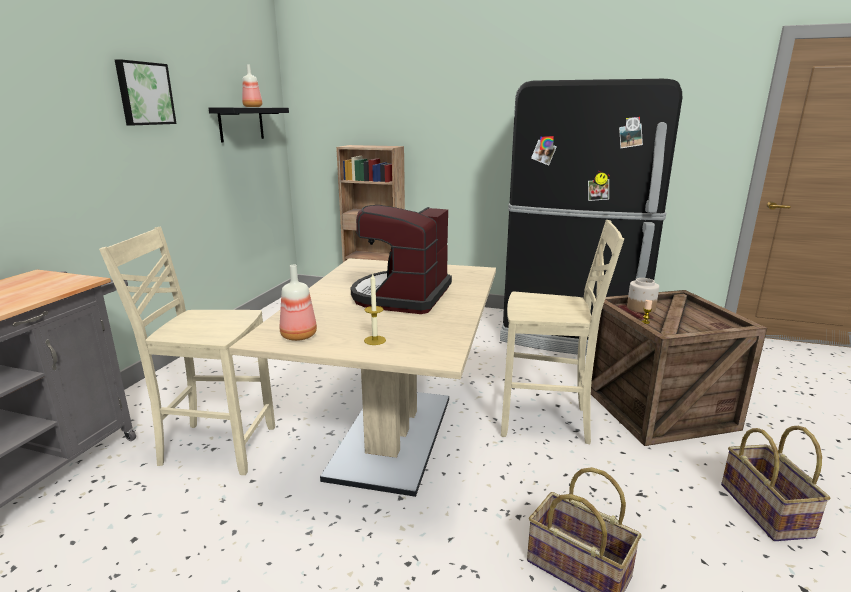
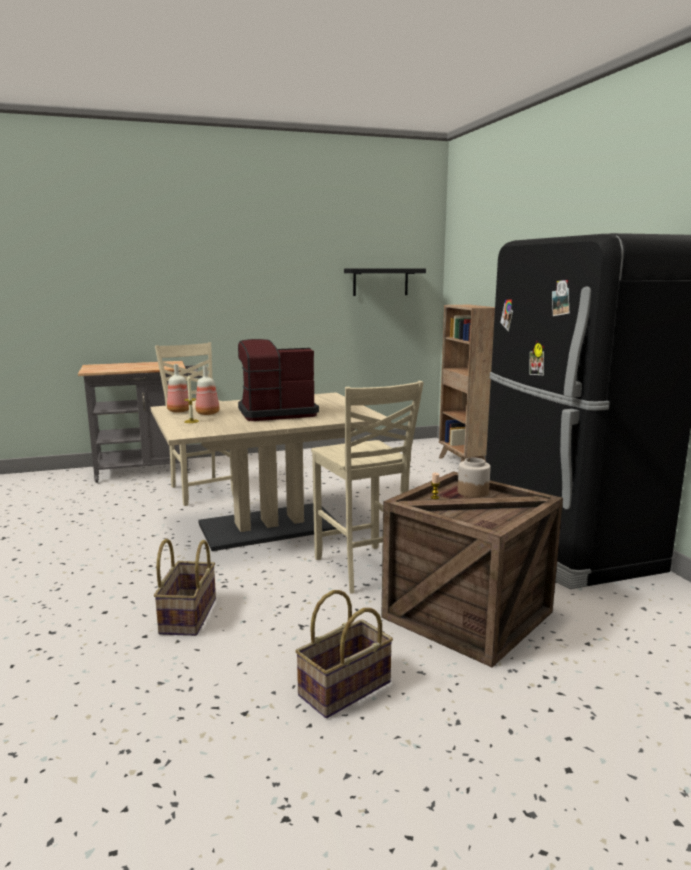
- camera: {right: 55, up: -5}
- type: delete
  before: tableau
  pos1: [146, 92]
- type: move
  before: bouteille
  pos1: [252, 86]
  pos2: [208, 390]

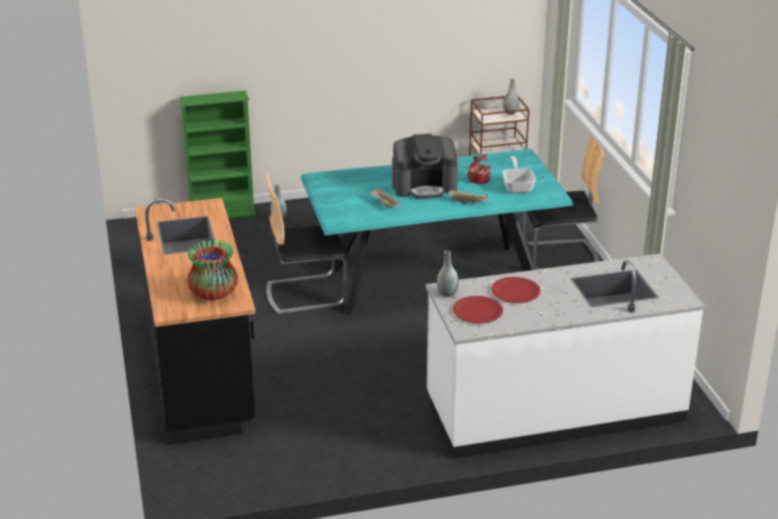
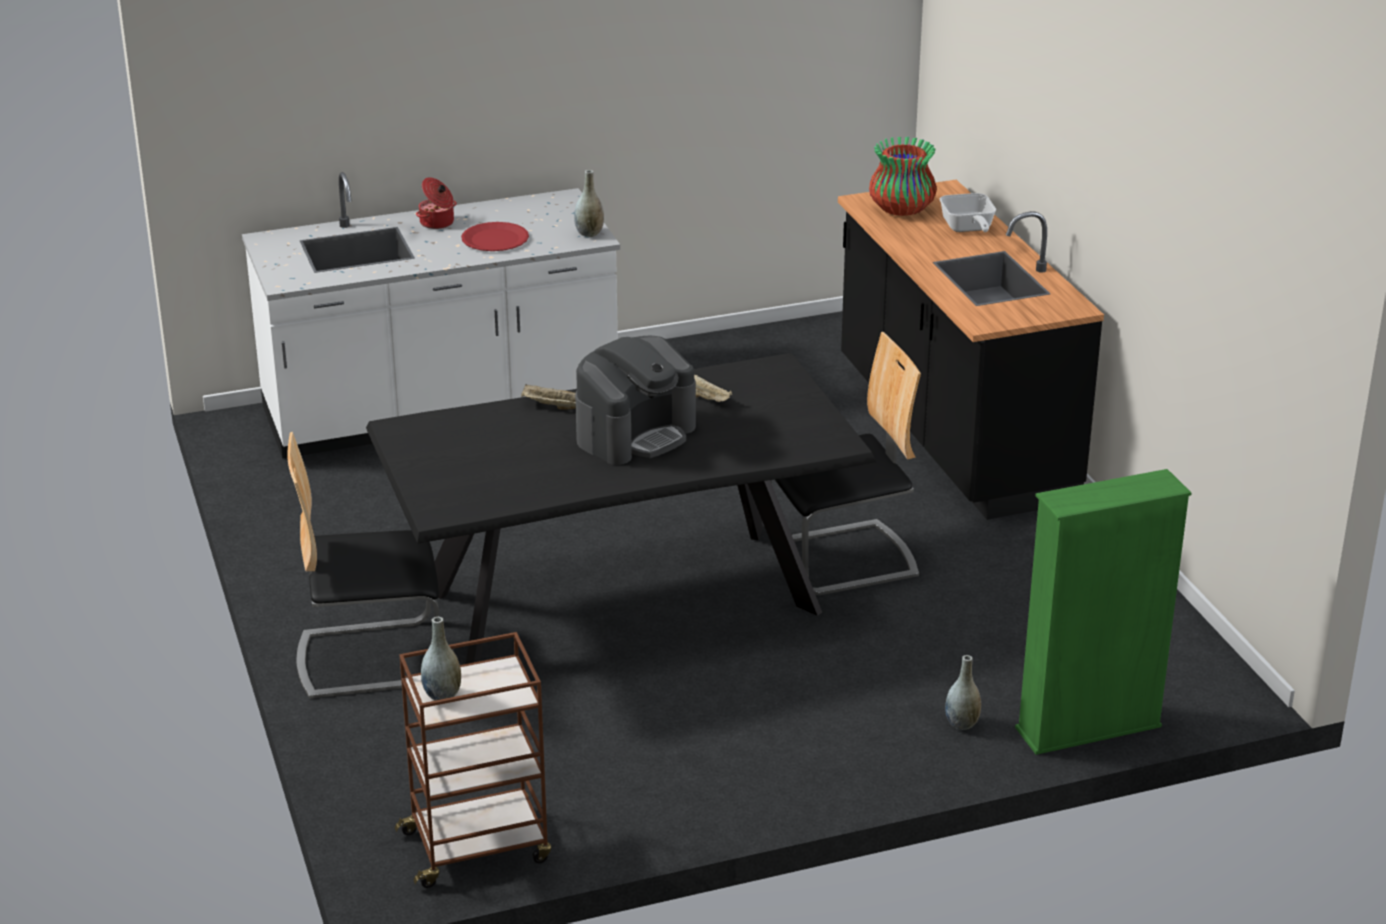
- camera: {right: 175, up: 0}
- type: delete
  before: assiette/rouge
  pos1: [478, 310]
- type: move
  before: marmite
  pos1: [479, 169]
  pos2: [436, 203]
- type: move
  before: poêle
  pos1: [519, 174]
  pos2: [968, 212]
- type: recolor
  before: table à manger/turquoise
  after: table à manger/noir
  pos1: [437, 232]
  pos2: [621, 508]
- type: rotate
  before: machine à café
  pos1: [425, 166]
  pos2: [635, 400]
  turn: 150

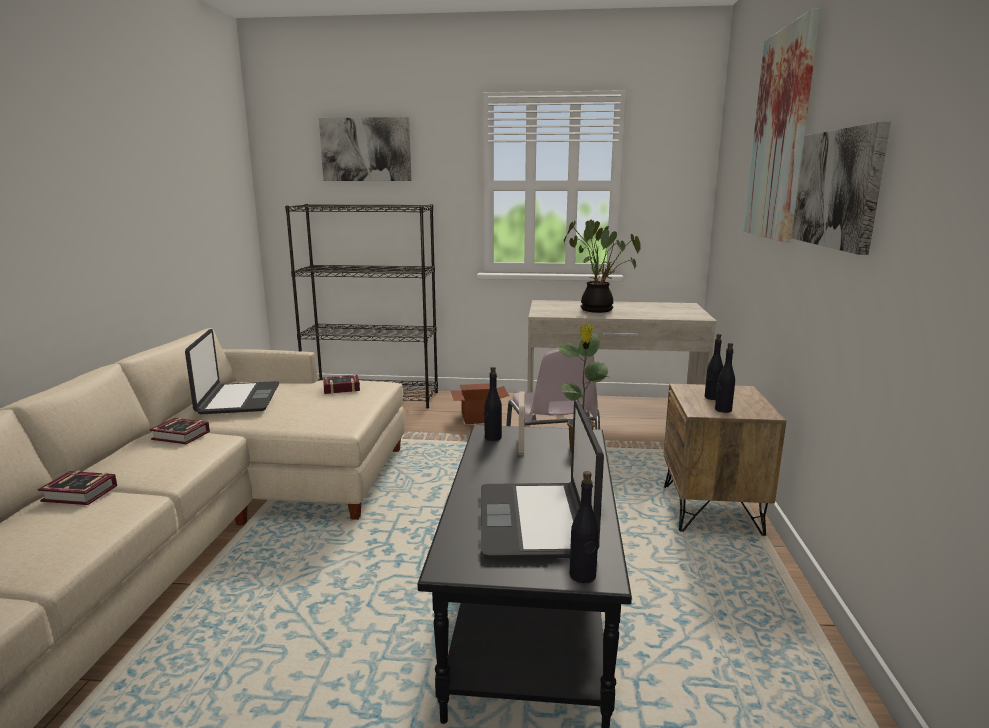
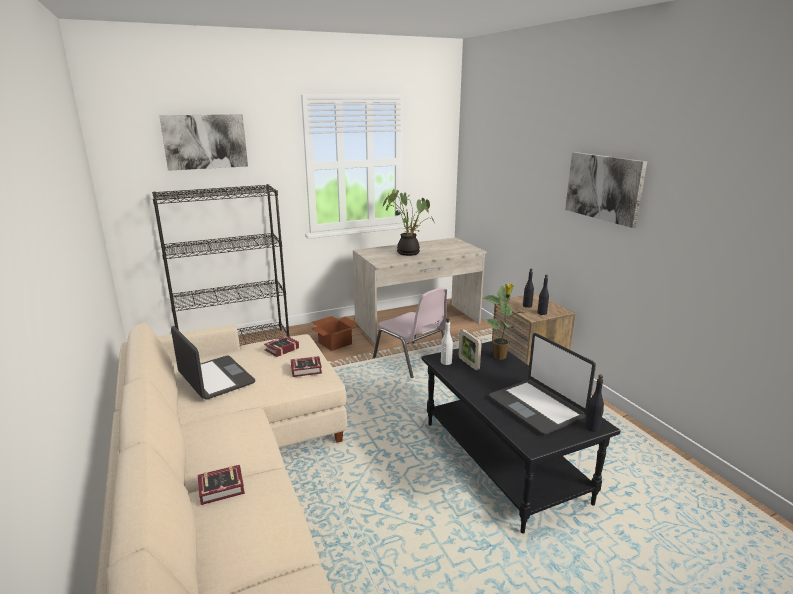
- camera: {right: -30, up: 5}
- type: delete
  before: tableau
  pos1: [782, 125]
- type: move
  before: livre
  pos1: [179, 431]
  pos2: [306, 366]
- type: recolor
  before: bouteille/noir
  after: bouteille/blanc
  pos1: [493, 404]
  pos2: [447, 341]

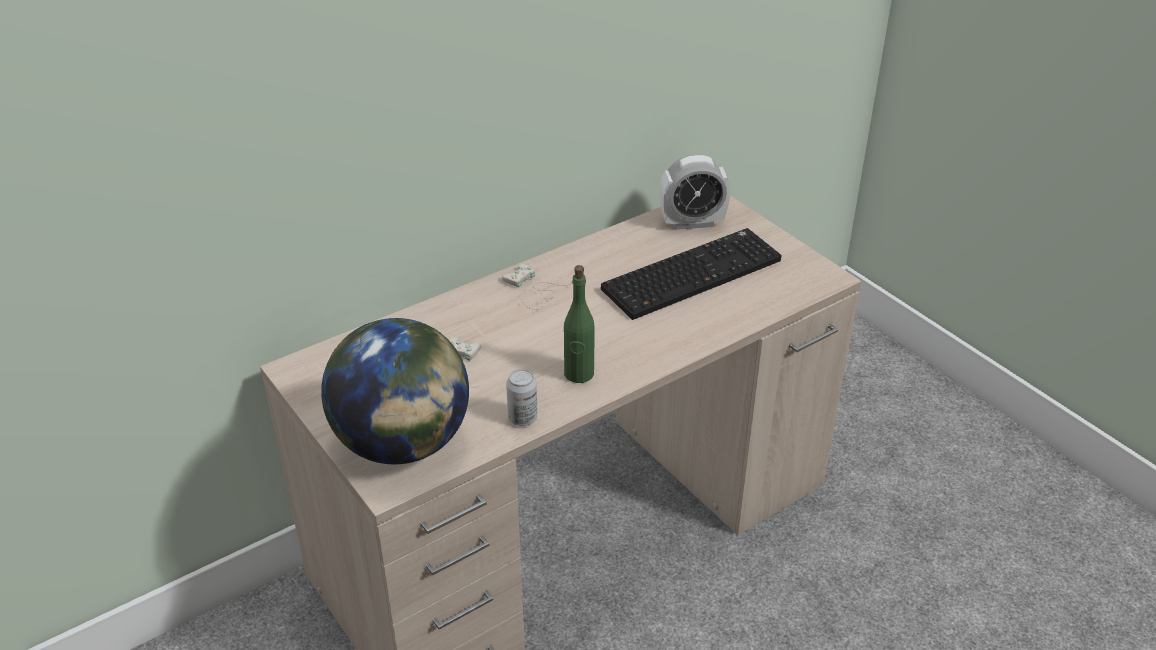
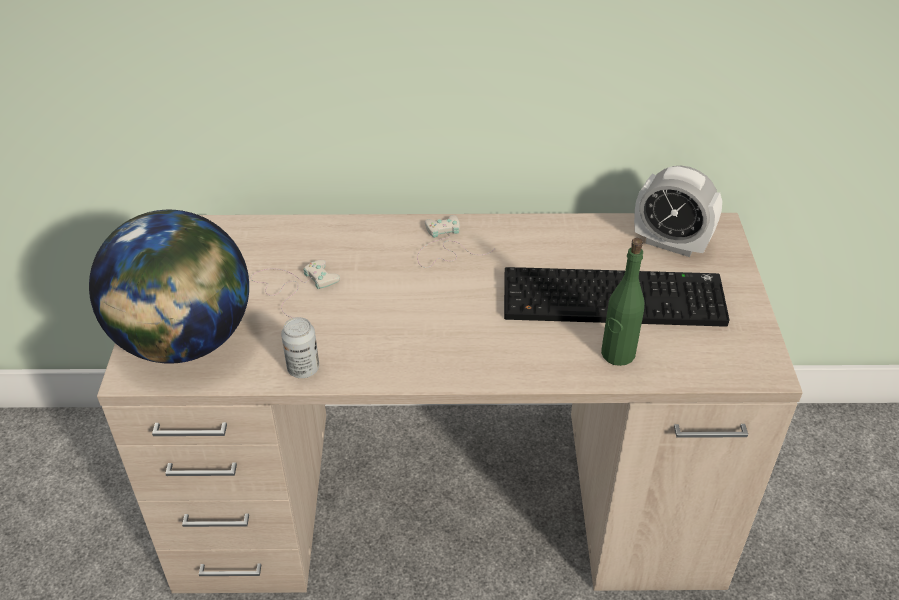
- camera: {right: 35, up: 5}
- type: move
  before: bouteille/vert
  pos1: [579, 324]
  pos2: [622, 302]

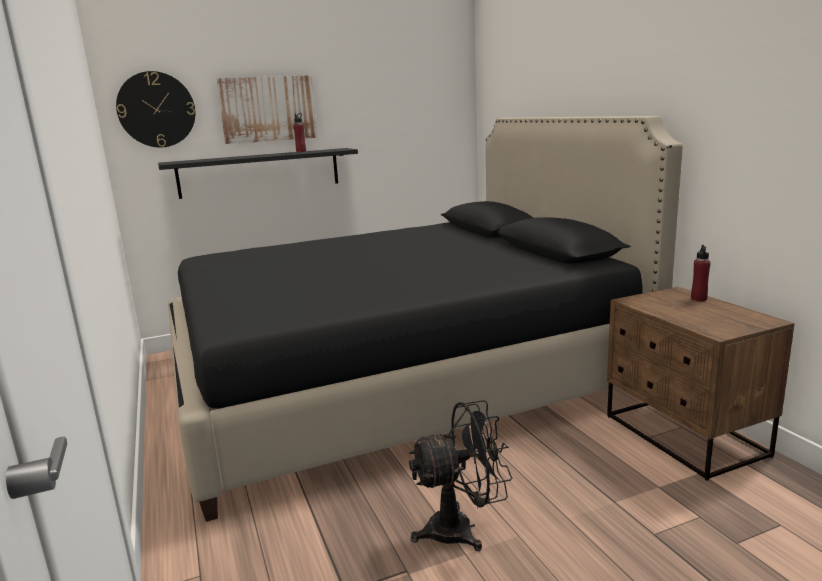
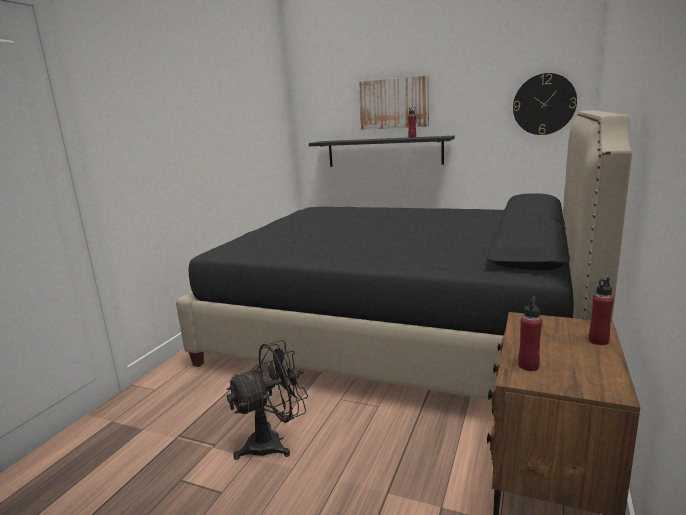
- camera: {right: 45, up: 0}
- type: insert
  after: bouteille/rouge
  pos2: [530, 333]
- type: move
  before: horloge murale
  pos1: [155, 109]
  pos2: [545, 104]
- type: rotate
  before: ventilateur/noir
  pos1: [460, 475]
  pos2: [267, 400]
  turn: -60

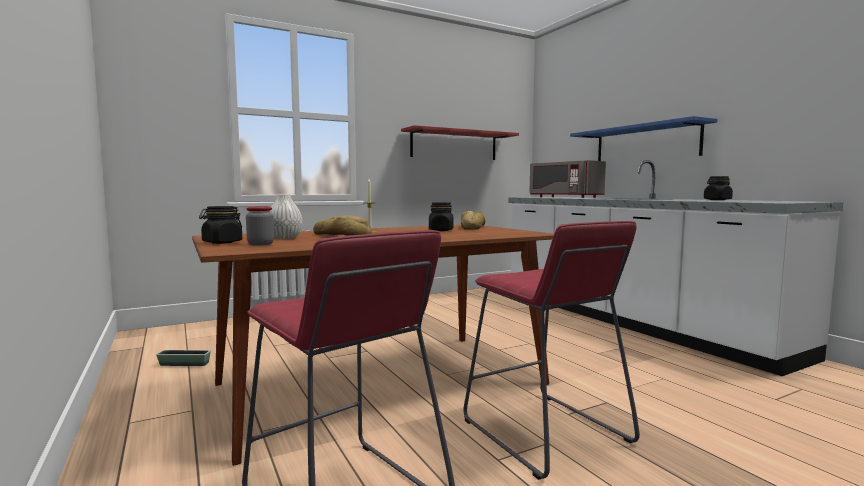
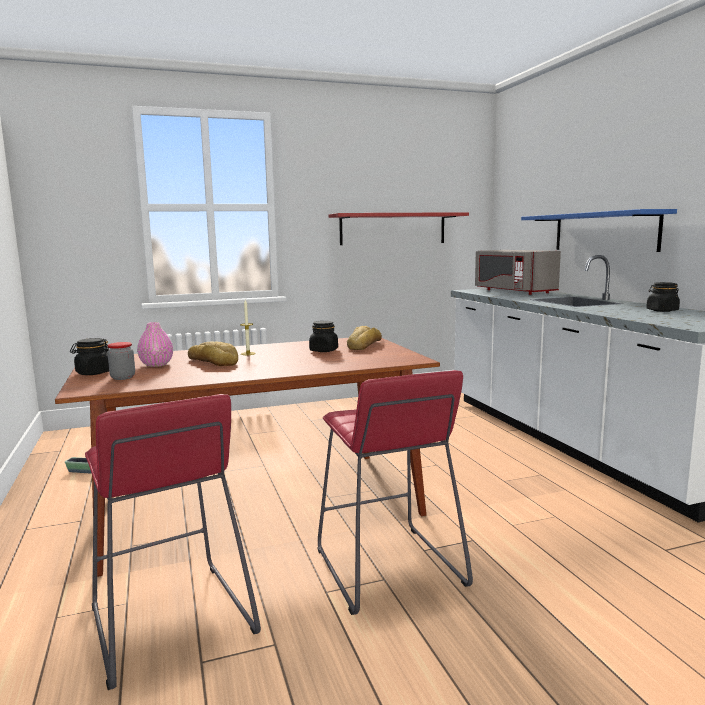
- camera: {right: 10, up: 5}
- type: recolor
  before: vase/blanc
  after: vase/rose
  pos1: [286, 216]
  pos2: [155, 344]

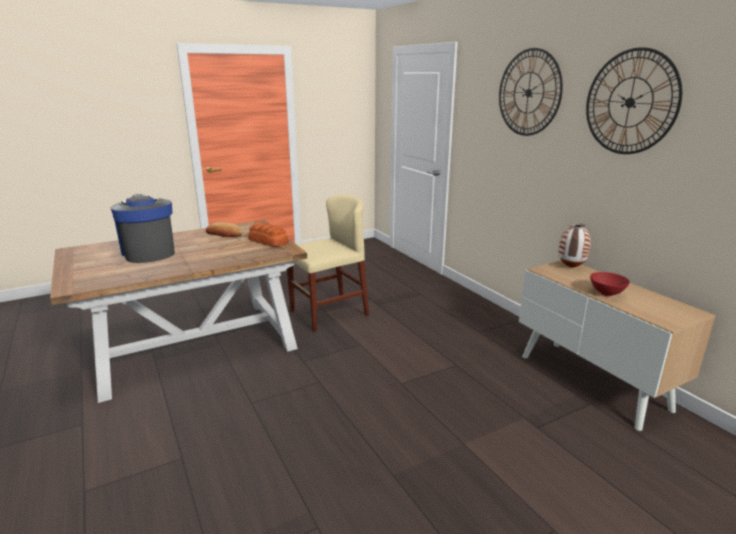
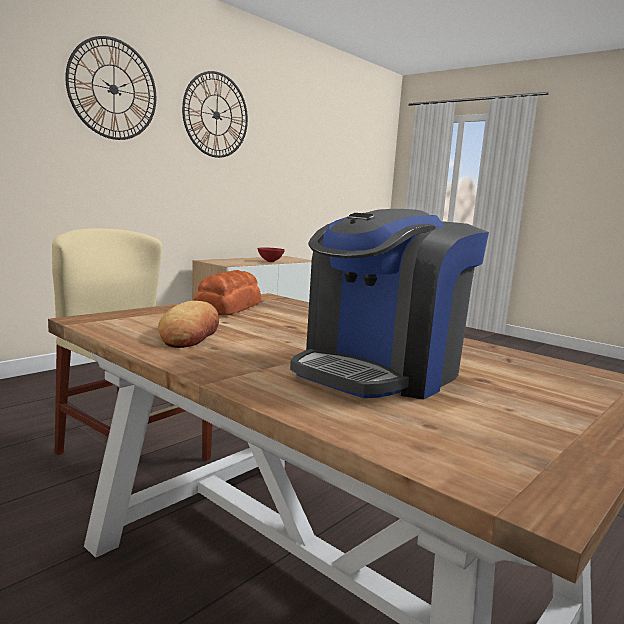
- camera: {right: -110, up: -10}
- type: delete
  before: vase
  pos1: [574, 245]

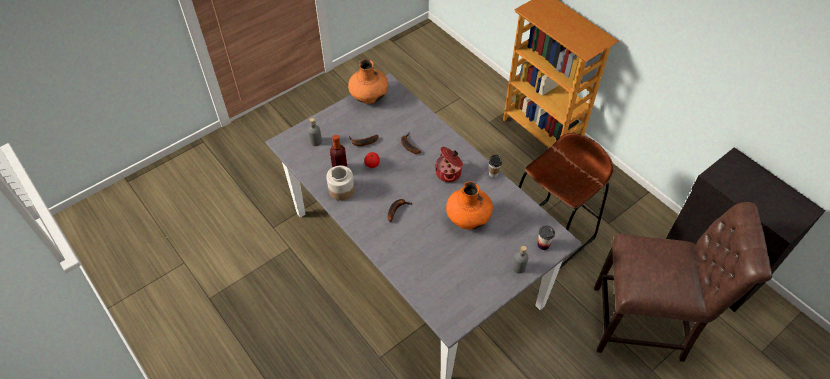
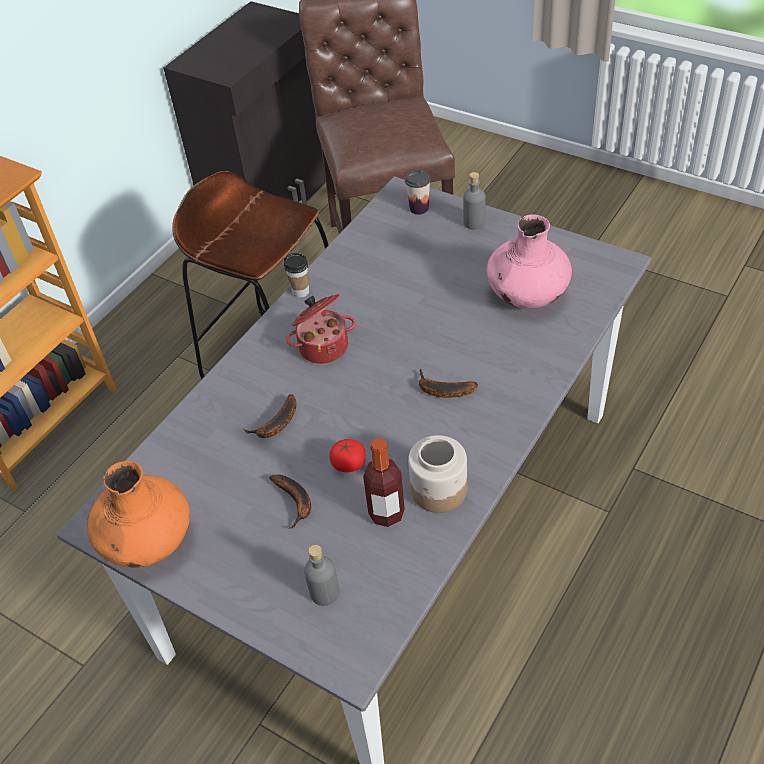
- camera: {right: -105, up: -5}
- type: delete
  before: vase/orange
  pos1: [469, 205]
- type: insert
  after: vase/rose
  pos2: [529, 261]

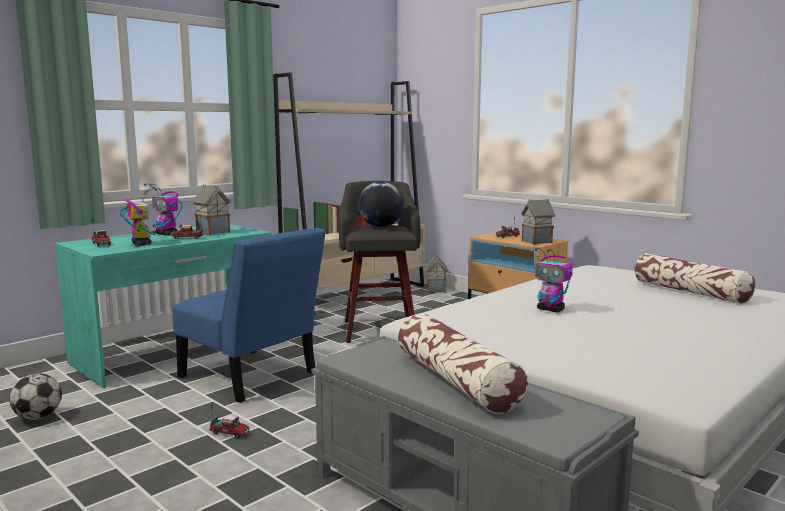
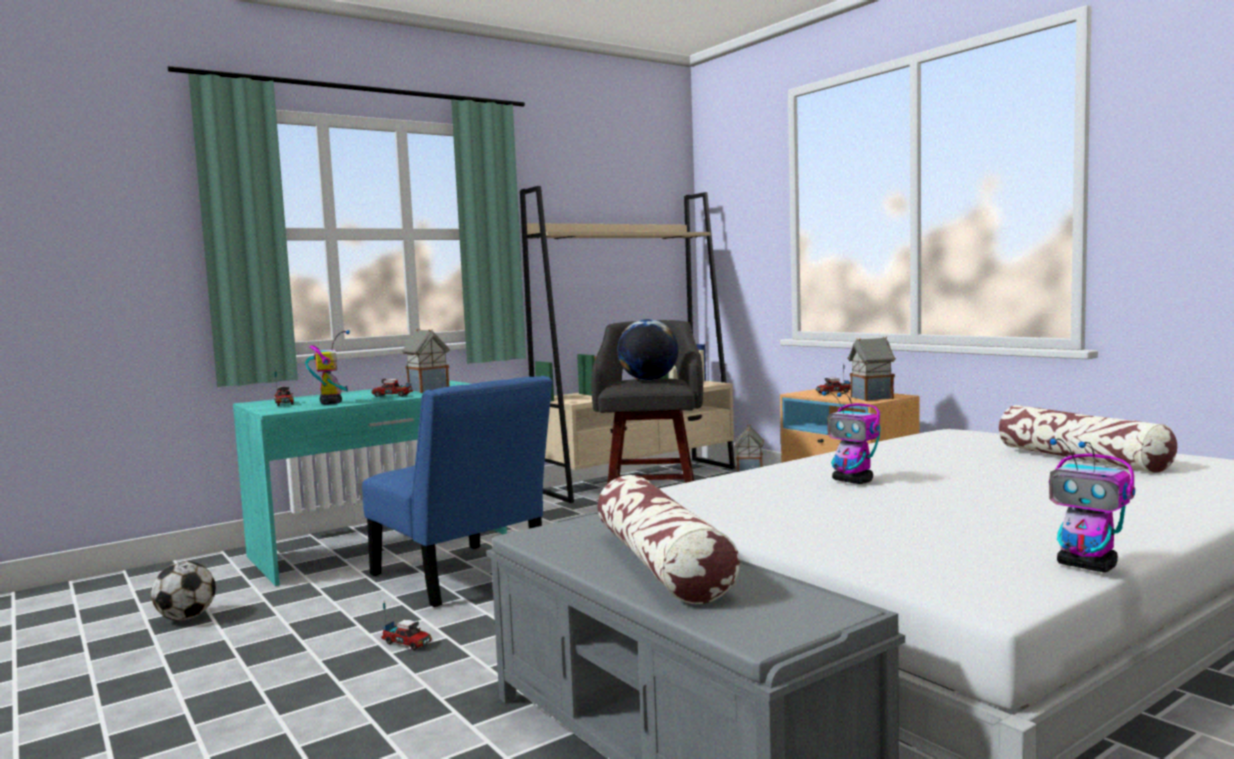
- camera: {right: 10, up: -5}
- type: move
  before: robot jouet
  pos1: [163, 209]
  pos2: [1092, 505]

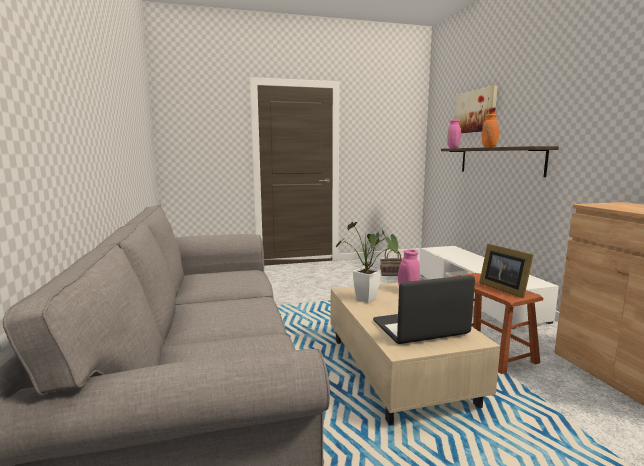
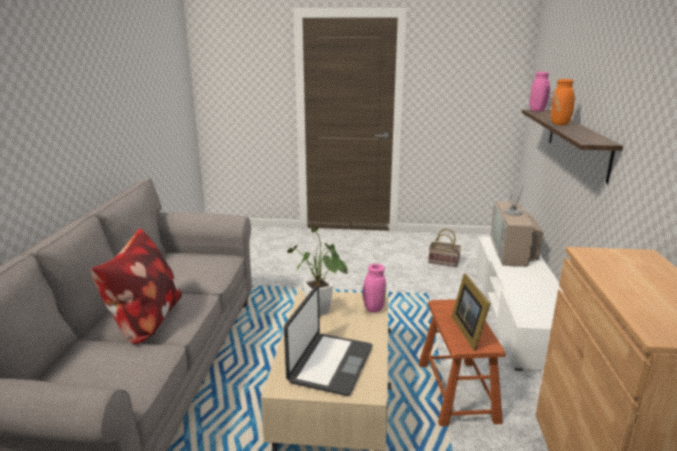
- camera: {right: 20, up: 10}
- type: delete
  before: tableau
  pos1: [475, 109]
- type: insert
  after: coussin
  pos2: [136, 287]
- type: insert
  after: téléviseur
  pos2: [516, 219]
- type: rotate
  before: ordinateur portable
  pos1: [424, 309]
  pos2: [328, 340]
  turn: 105

